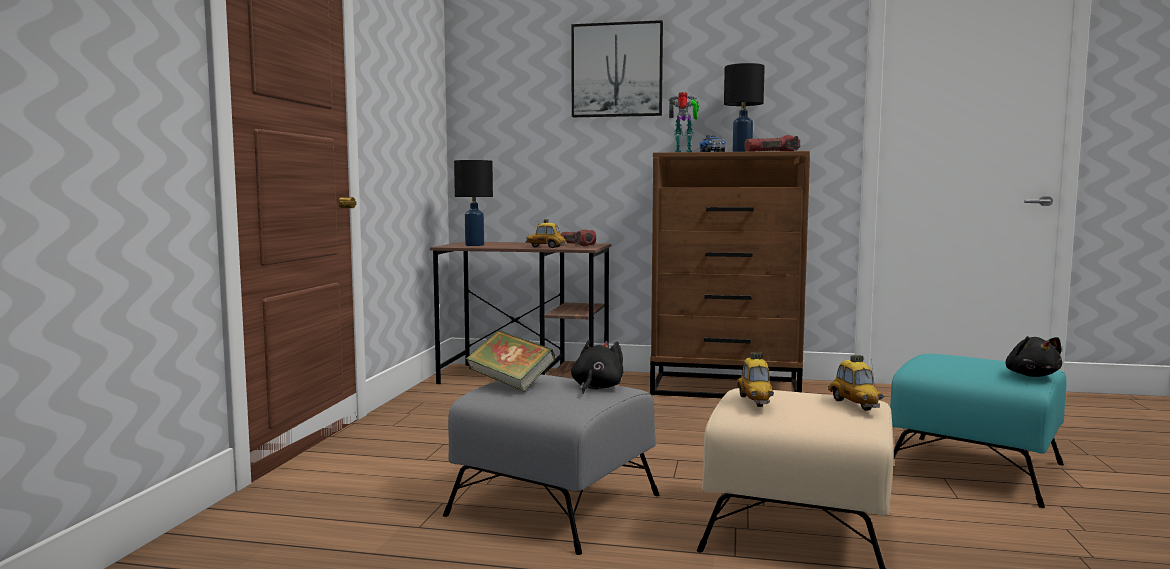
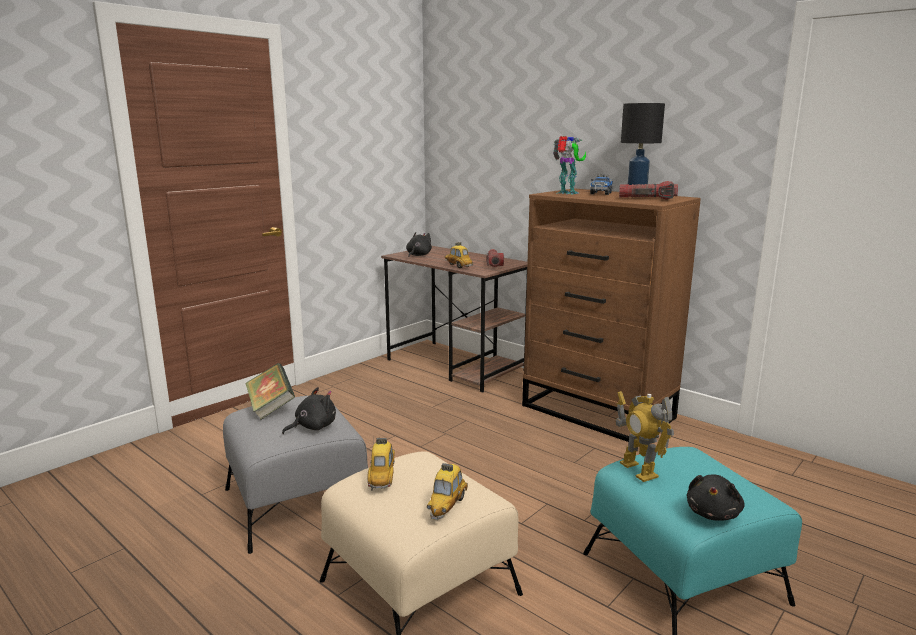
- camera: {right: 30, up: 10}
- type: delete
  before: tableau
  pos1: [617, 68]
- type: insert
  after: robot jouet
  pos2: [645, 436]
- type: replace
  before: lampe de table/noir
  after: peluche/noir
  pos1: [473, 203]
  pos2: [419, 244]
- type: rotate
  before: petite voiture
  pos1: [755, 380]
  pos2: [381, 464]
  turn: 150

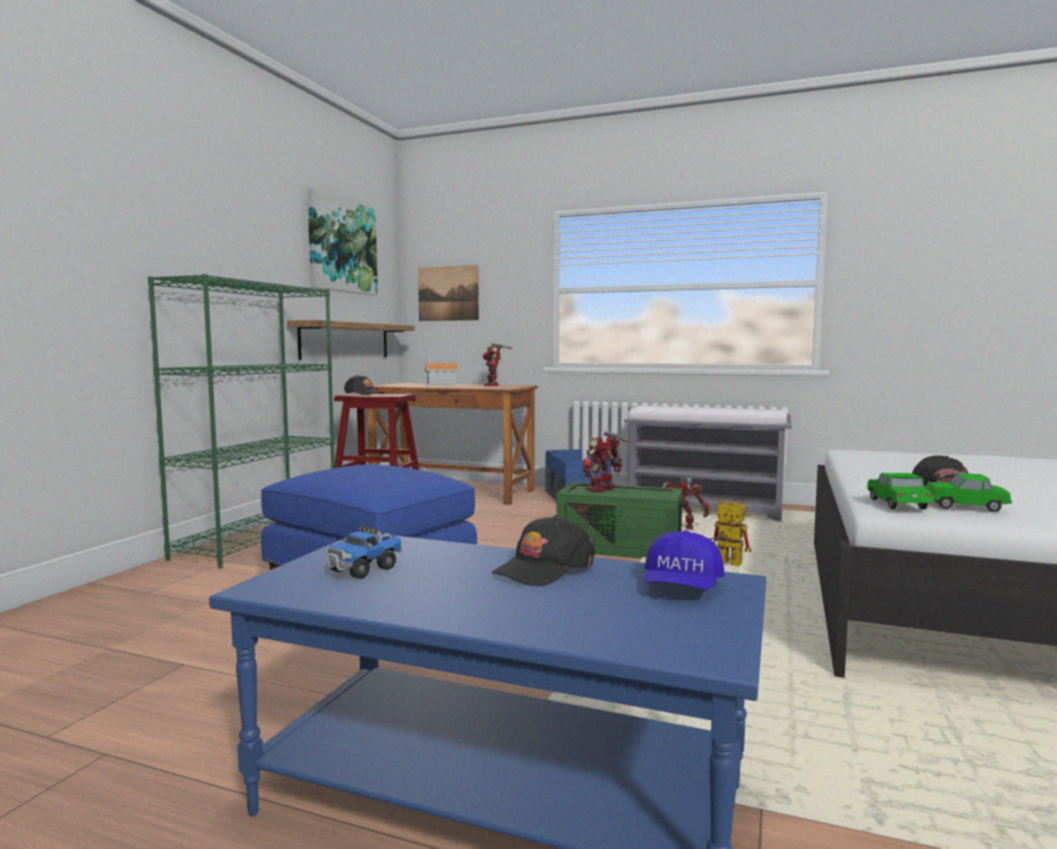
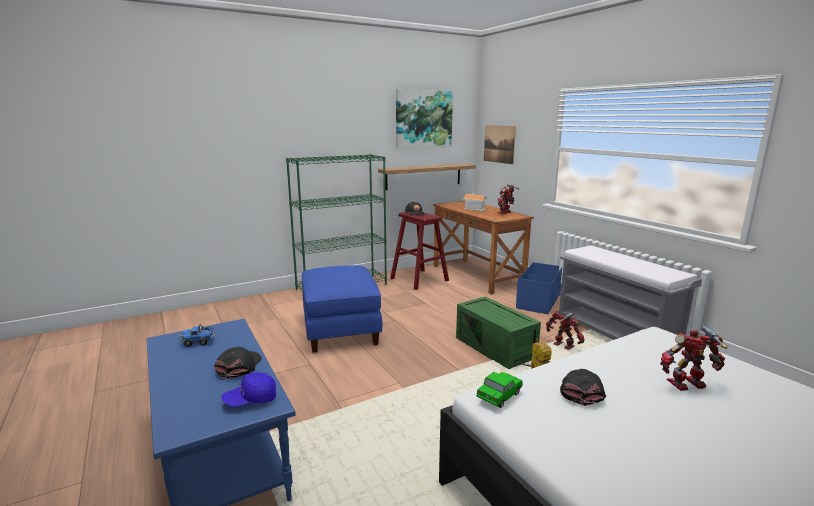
- camera: {right: 40, up: 10}
- type: delete
  before: petite voiture
  pos1: [968, 492]
- type: move
  before: robot jouet
  pos1: [605, 461]
  pos2: [694, 358]
- type: rotate
  before: casquette/noir
  pos1: [543, 551]
  pos2: [238, 363]
  turn: 105

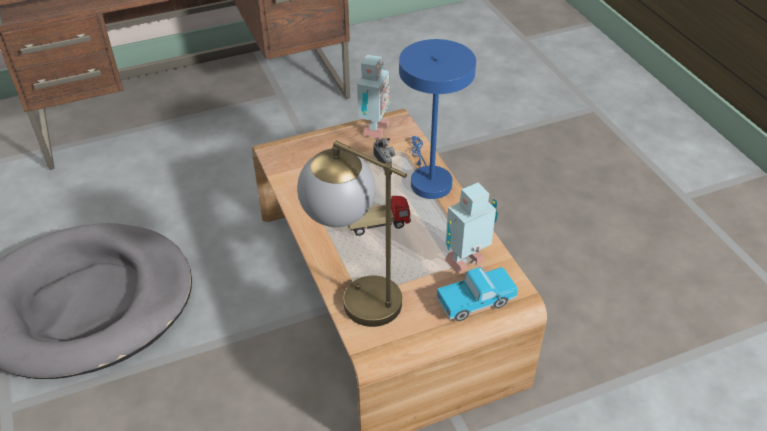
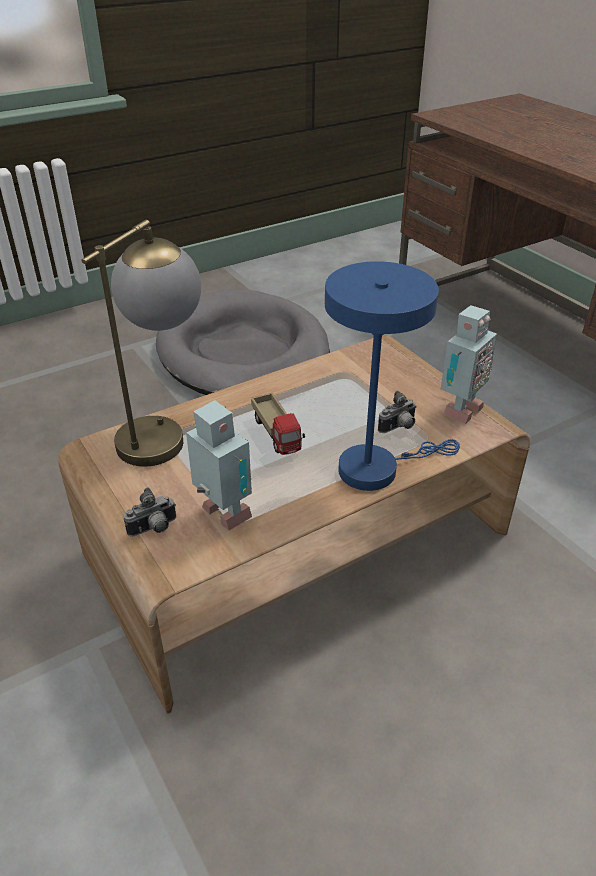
- camera: {right: 80, up: -5}
- type: replace
  before: camion jouet
  after: appareil photo
  pos1: [477, 294]
  pos2: [149, 512]
- type: rotate
  before: robot jouet
  pos1: [374, 97]
  pos2: [469, 364]
  turn: -60

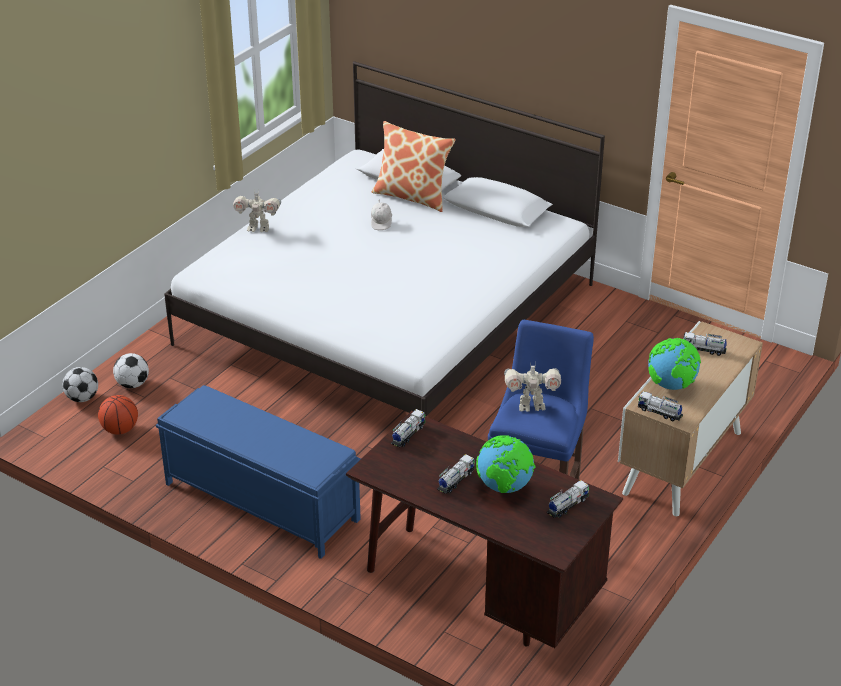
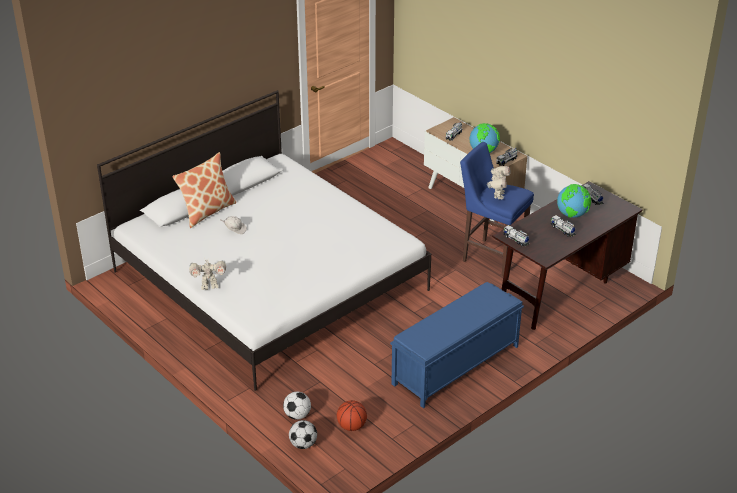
- camera: {right: -75, up: 0}
- type: rotate
  before: robot jouet
  pos1: [257, 211]
  pos2: [207, 275]
  turn: 60

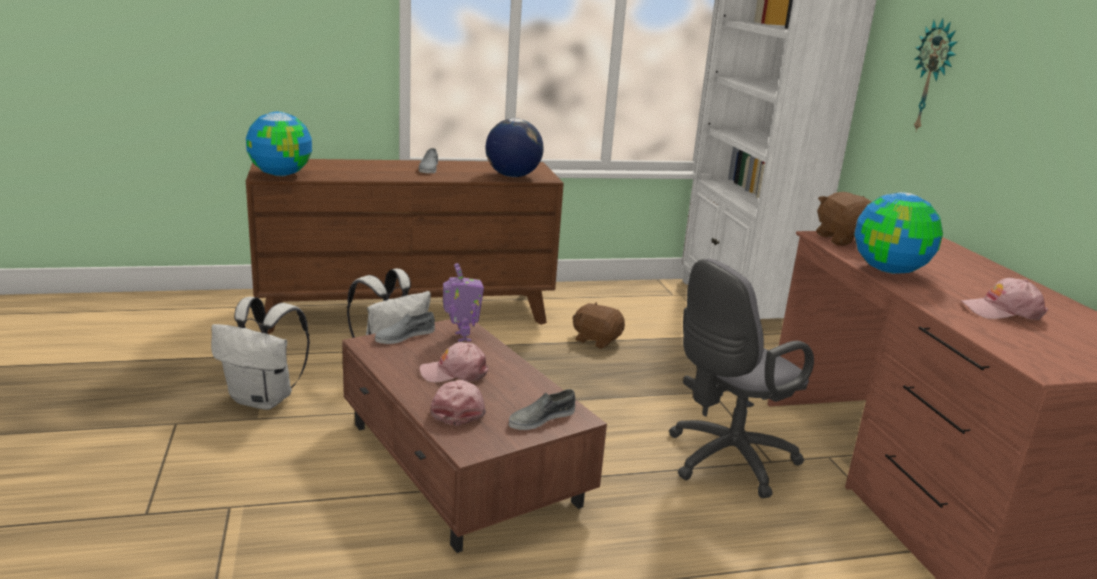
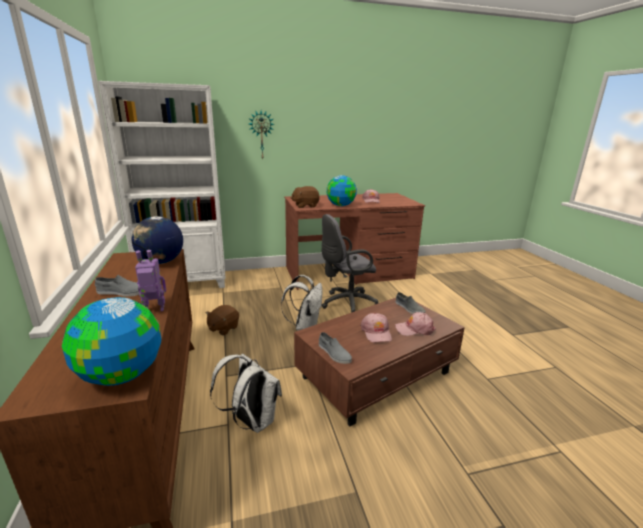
- camera: {right: -90, up: 0}
- type: move
  before: sac à dos/blanc
  pos1: [260, 353]
  pos2: [301, 303]
- type: move
  before: robot jouet
  pos1: [463, 302]
  pos2: [150, 280]
- type: rotate
  before: chaise de bureau/gris
  pos1: [741, 378]
  pos2: [349, 263]
  turn: 105

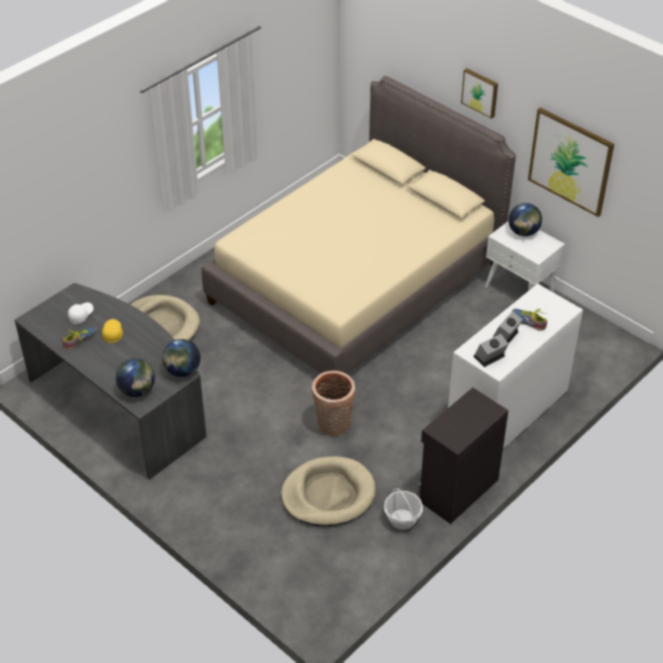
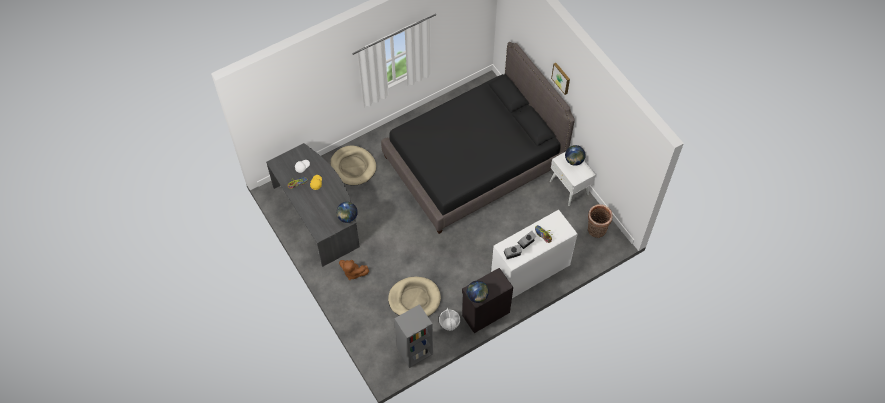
- camera: {right: 15, up: 15}
- type: delete
  before: tableau
  pos1: [571, 162]
- type: insert
  after: peluche/marron
  pos2: [354, 270]
- type: insert
  after: bibliothèque/gris
  pos2: [413, 336]
- type: move
  before: globe
  pos1: [135, 377]
  pos2: [477, 292]
- type: move
  before: panier
  pos1: [333, 403]
  pos2: [600, 221]
- type: recolor
  before: lit/beige
  after: lit/noir
  pos1: [358, 225]
  pos2: [478, 138]

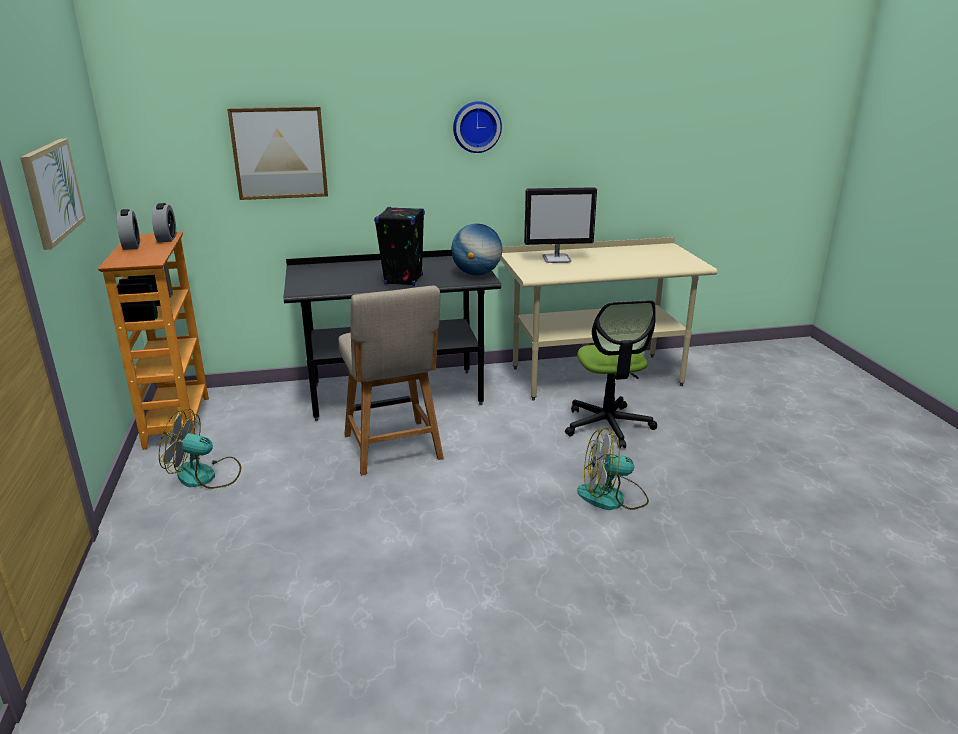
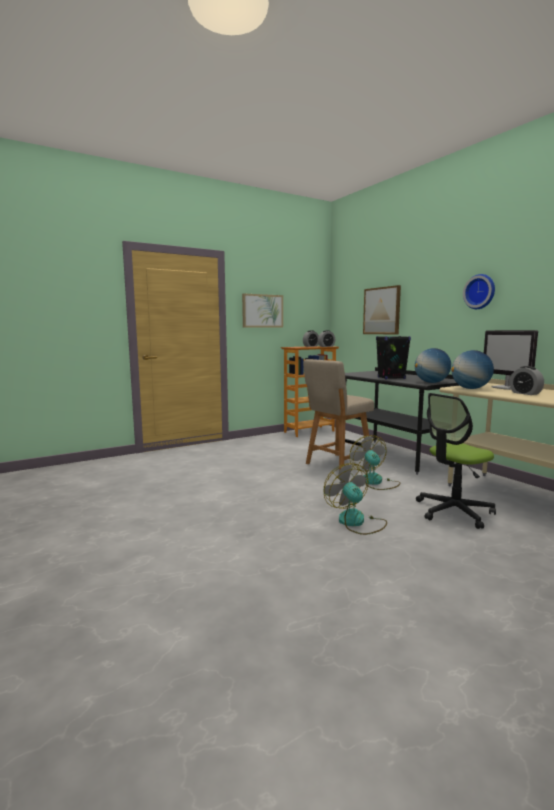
- camera: {right: 70, up: -15}
- type: insert
  after: globe
  pos2: [472, 369]
- type: insert
  after: réveil
  pos2: [527, 380]
- type: move
  before: ventilateur
  pos1: [200, 449]
  pos2: [374, 462]

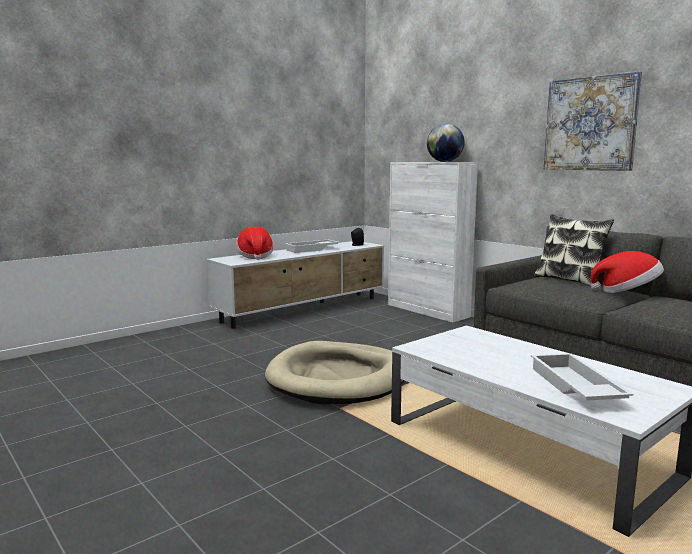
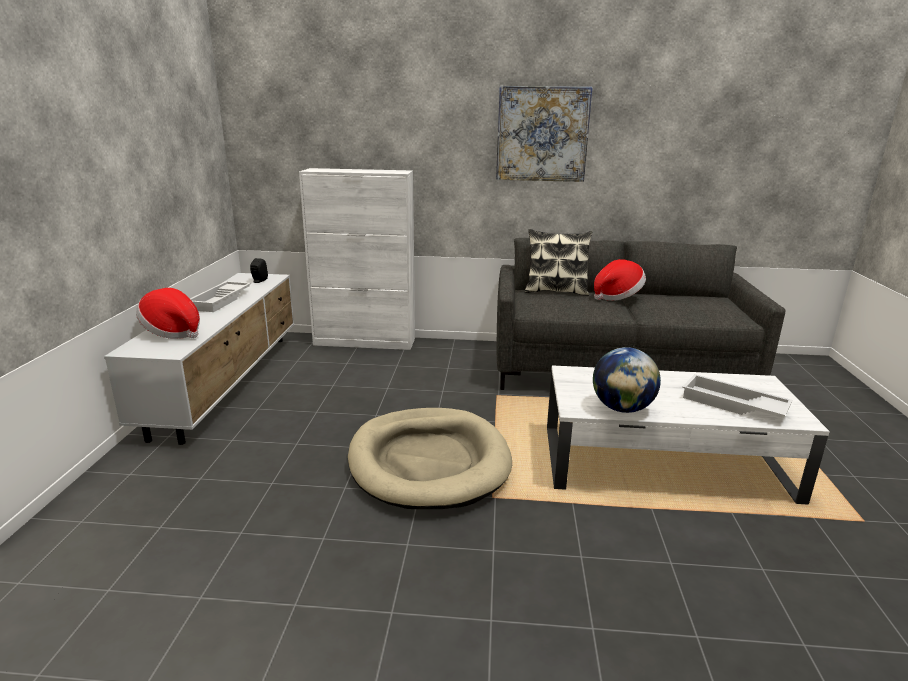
- camera: {right: -45, up: 10}
- type: move
  before: globe
  pos1: [445, 143]
  pos2: [627, 380]

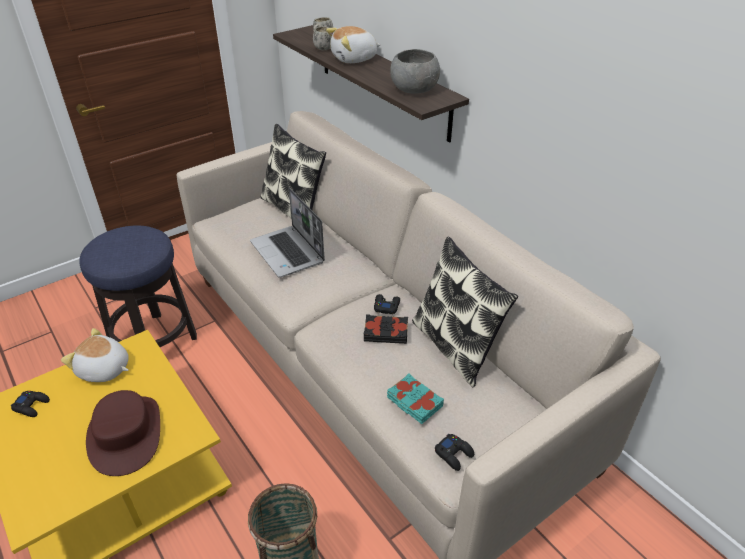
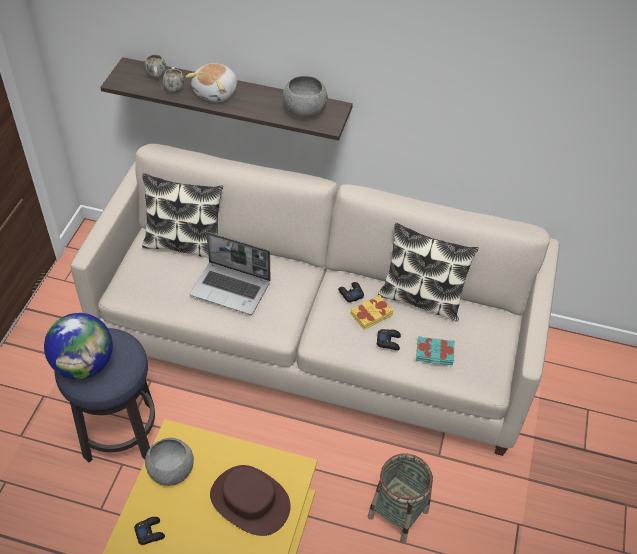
- camera: {right: -40, up: 10}
- type: insert
  after: globe
  pos2: [78, 346]
- type: move
  before: manette/noir
  pos1: [454, 452]
  pos2: [389, 339]
- type: replace
  before: peluche
  after: bol/gris
  pos1: [95, 355]
  pos2: [169, 462]
- type: recolor
  before: livre/noir
  after: livre/jaune
  pos1: [386, 329]
  pos2: [371, 312]

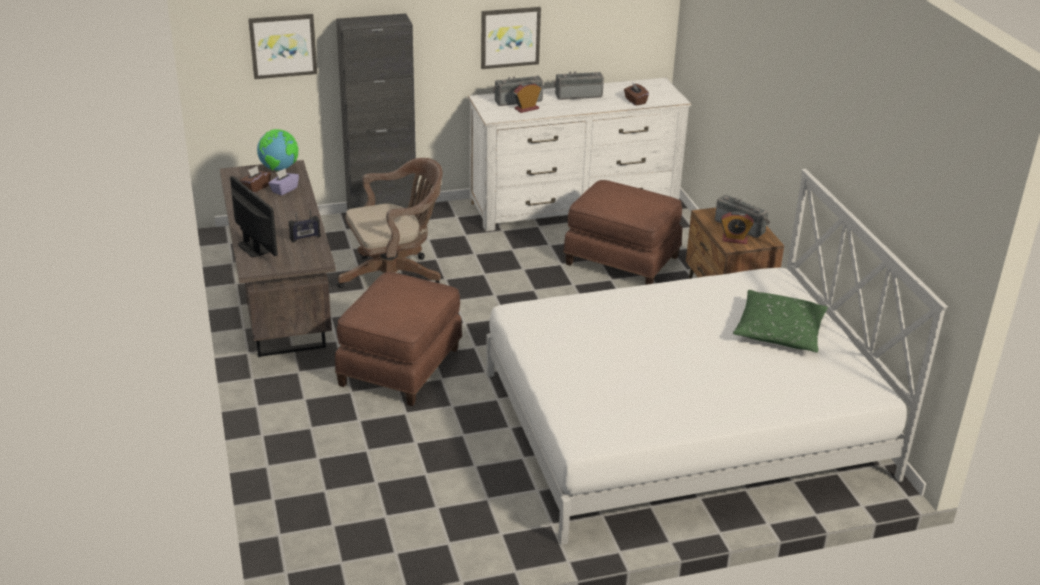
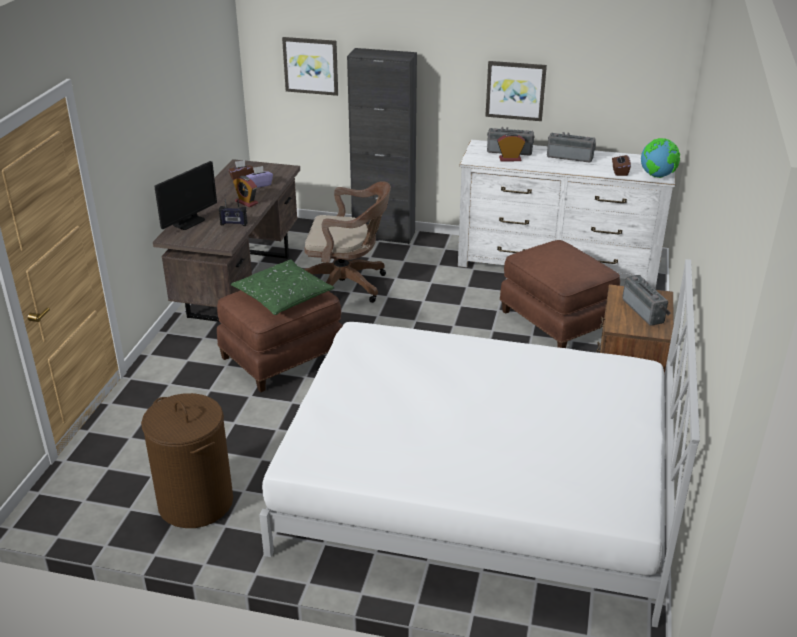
- camera: {right: 30, up: 0}
- type: insert
  after: panier à linge/marron
  pos2: [187, 460]
- type: move
  before: globe
  pos1: [277, 150]
  pos2: [660, 158]
- type: move
  before: réveil
  pos1: [737, 227]
  pos2: [245, 191]
- type: move
  before: coussin/vert
  pos1: [780, 321]
  pos2: [282, 287]
- type: rotate
  before: écran d'ordinateur
  pos1: [254, 216]
  pos2: [185, 195]
  turn: 45

